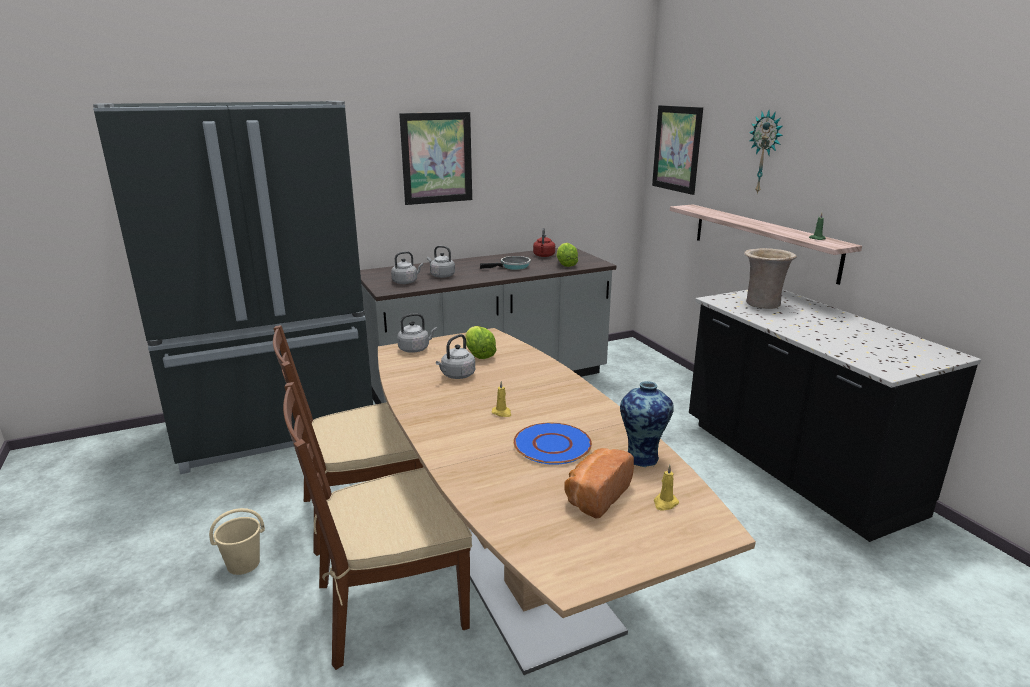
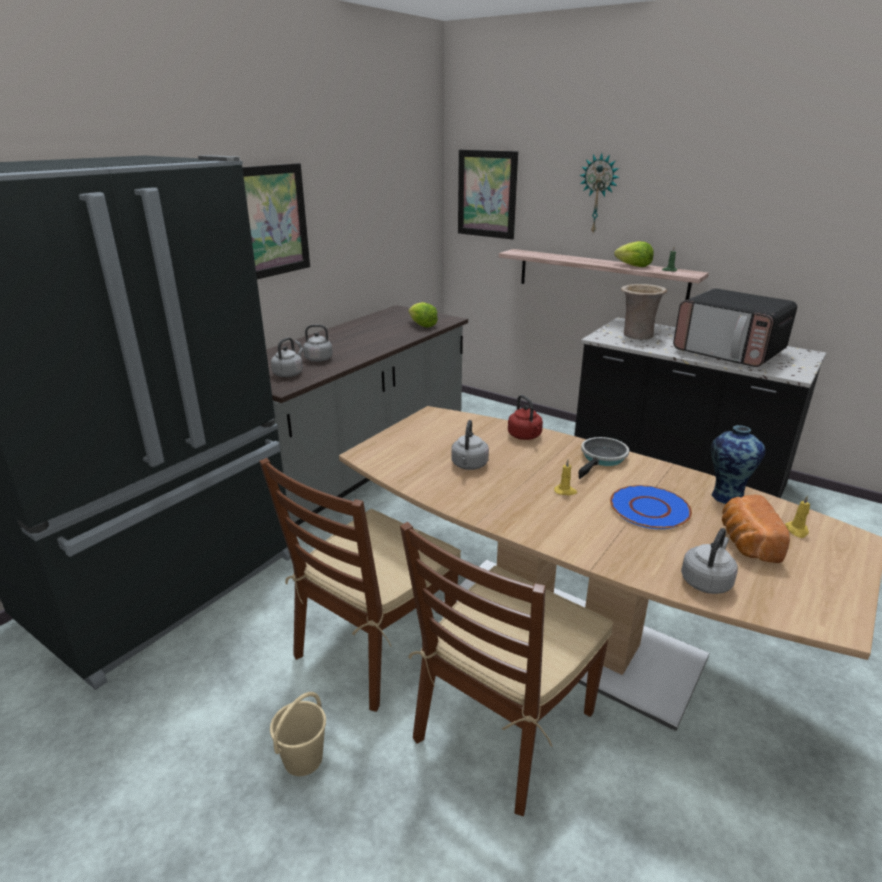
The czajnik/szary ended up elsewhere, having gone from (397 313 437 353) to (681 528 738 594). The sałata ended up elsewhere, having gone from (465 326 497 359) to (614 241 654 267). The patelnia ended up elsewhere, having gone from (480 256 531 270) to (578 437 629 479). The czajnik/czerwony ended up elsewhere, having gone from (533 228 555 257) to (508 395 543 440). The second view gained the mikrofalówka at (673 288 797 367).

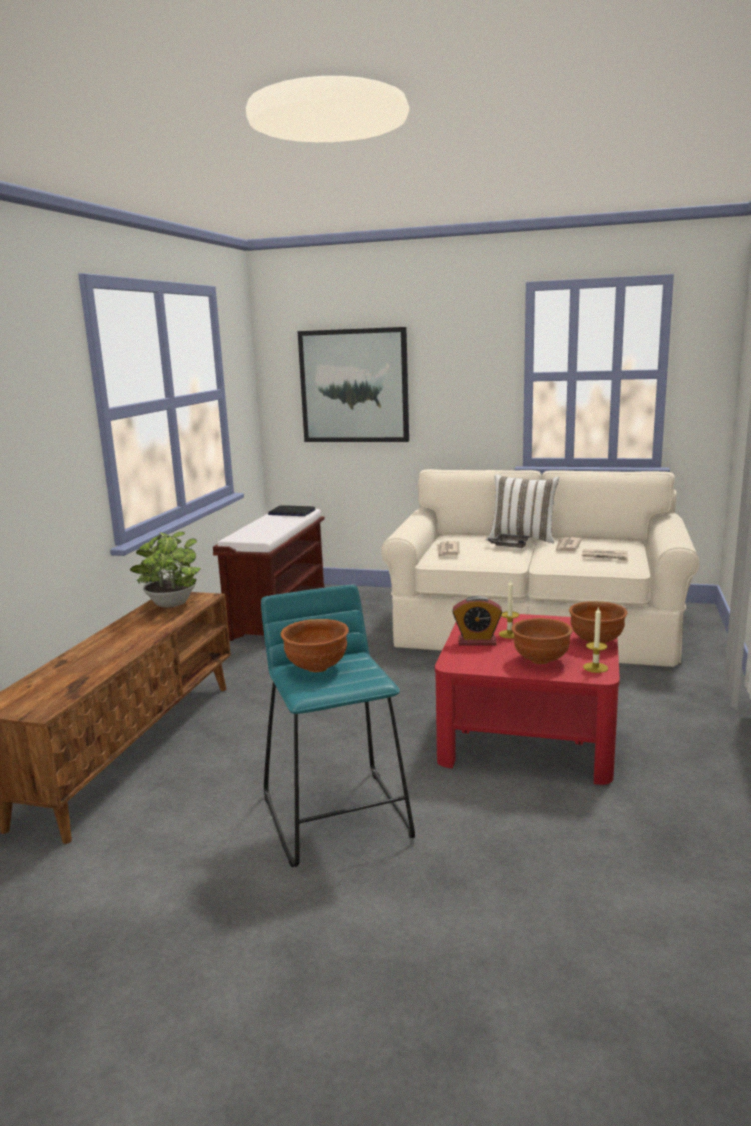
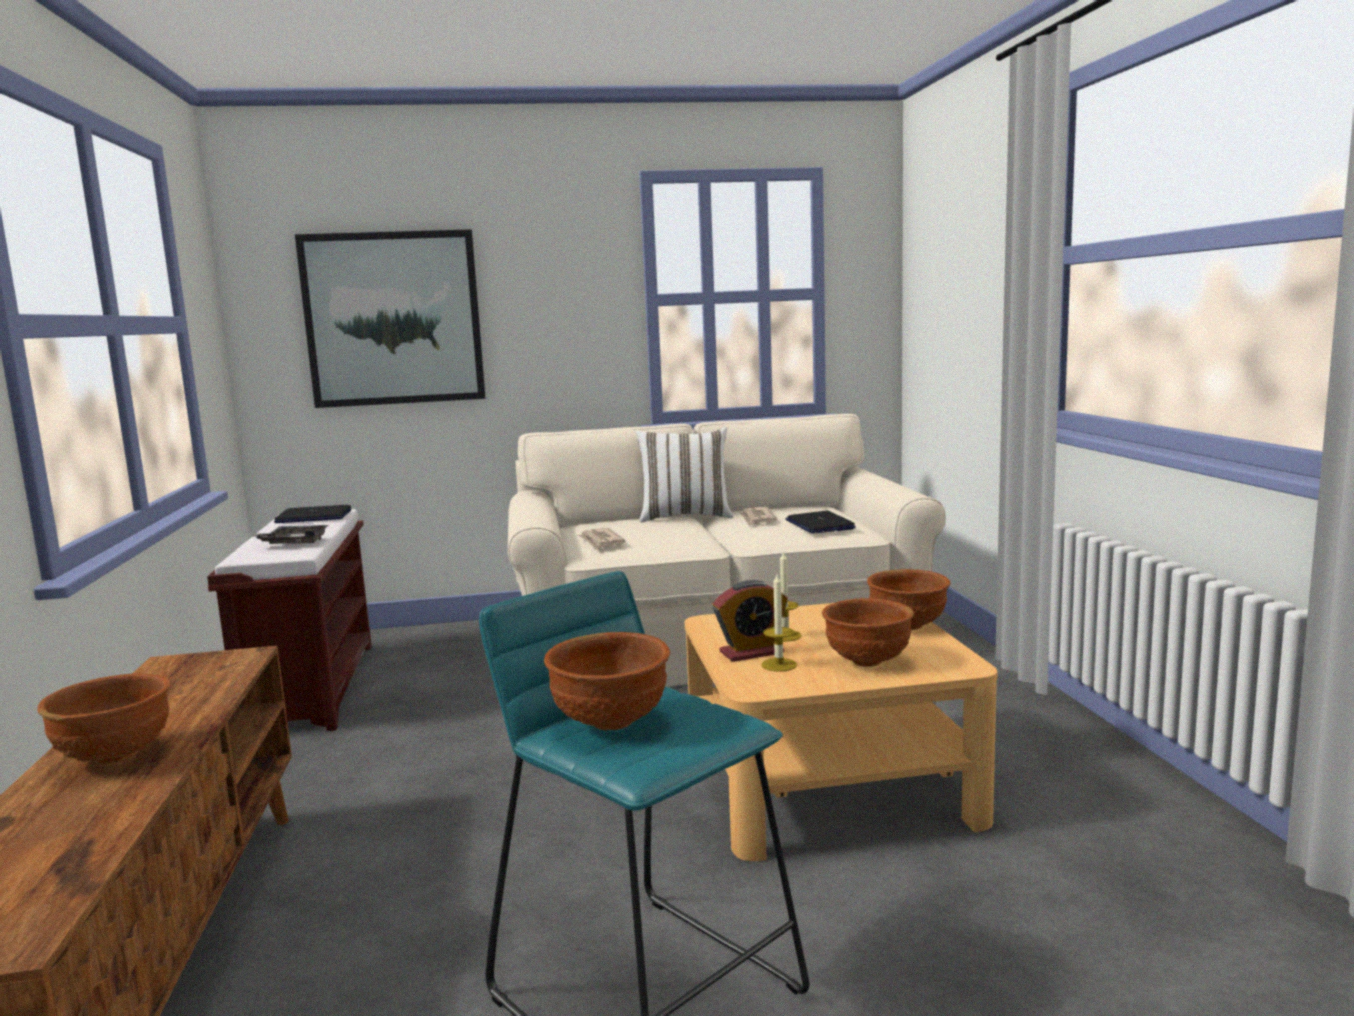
The second view lost the roślina doniczkowa at (130 532 201 607). What was the ława/czerwony at (435 614 620 785) turned into the ława/beżowy at (685 603 997 861). The taca/szary ended up elsewhere, having gone from (485 533 530 548) to (251 525 329 544). Where the gazeta stood at (582 549 628 561), the laptop came to stand at (785 511 856 534). The świeca ended up elsewhere, having gone from (583 606 608 673) to (762 574 797 672). The second view gained the miska/brązowy at (37 673 171 764).

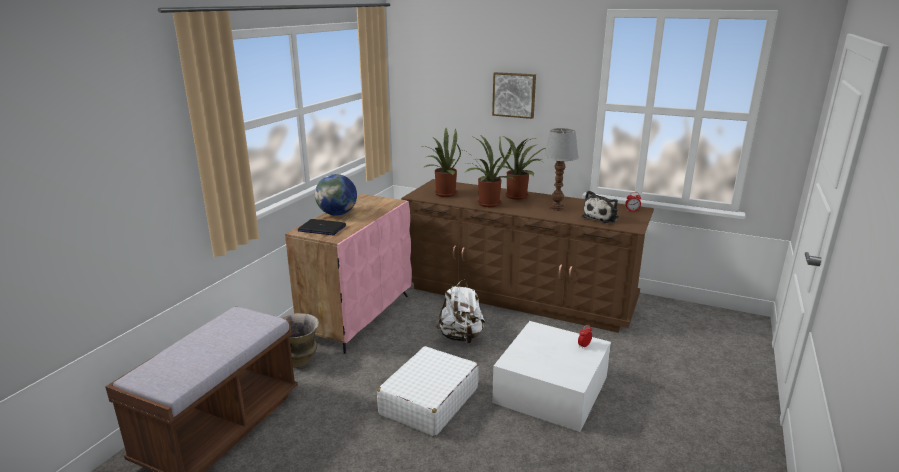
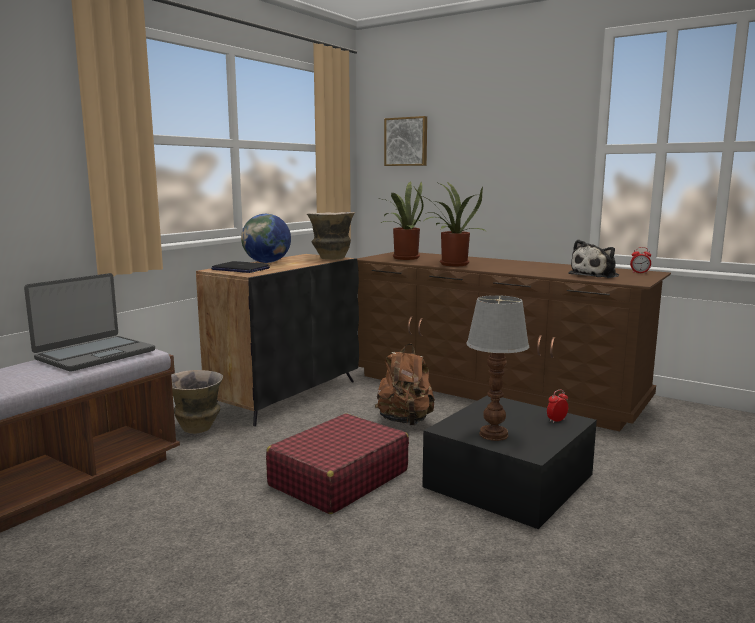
What was the szafka/różowy at (285 194 412 354) turned into the szafka/czarny at (196 254 359 426). What was the walizka/biały at (377 346 479 437) turned into the walizka/czerwony at (266 414 409 514). What was the plecak/biały at (436 279 485 343) turned into the plecak/brązowy at (375 343 435 426). The obraz ended up elsewhere, having gone from (492 72 536 119) to (384 116 427 166). What was the pojemnik do przechowywania/biały at (492 321 611 432) turned into the pojemnik do przechowywania/czarny at (422 395 597 529). The second view lost the roślina doniczkowa at (497 136 545 200). The lampa stołowa ended up elsewhere, having gone from (543 128 579 211) to (466 295 530 441). The second view gained the laptop at (24 273 155 372). The second view gained the wazon at (307 212 355 260).

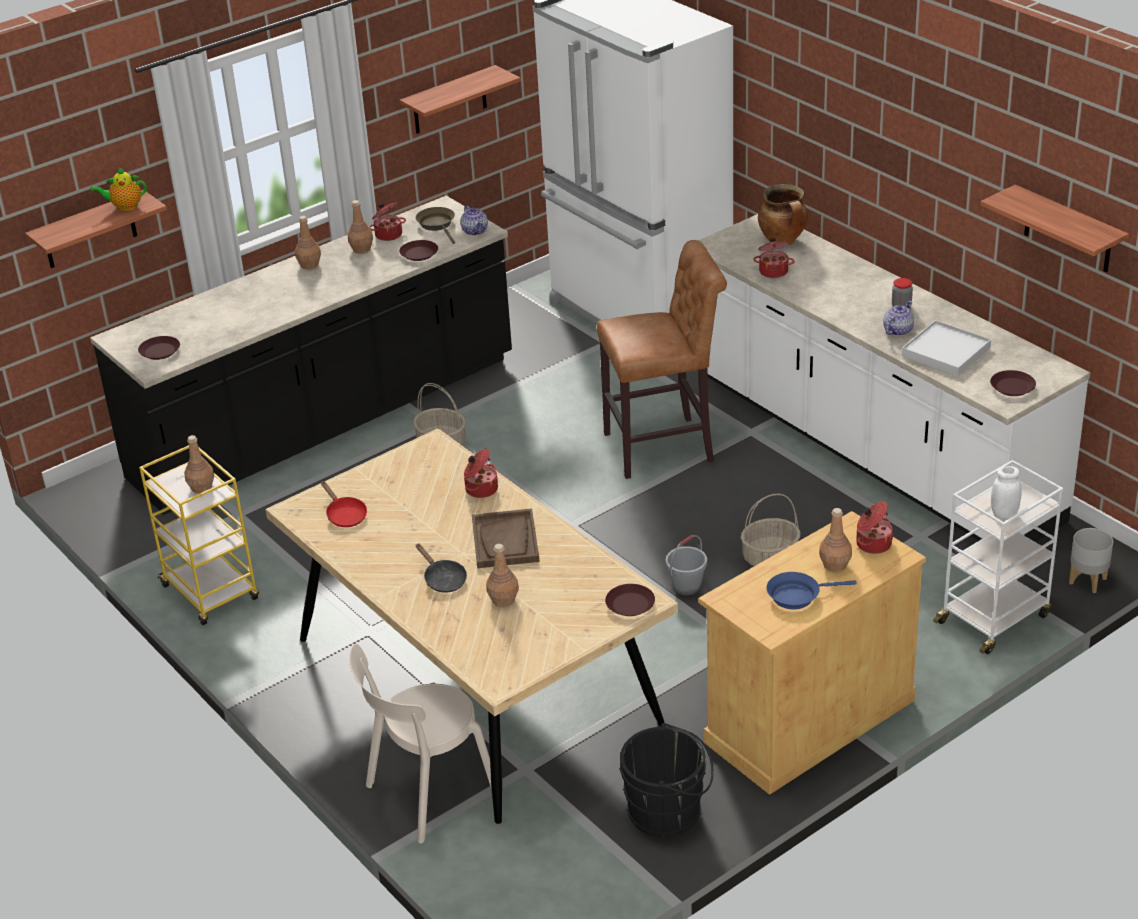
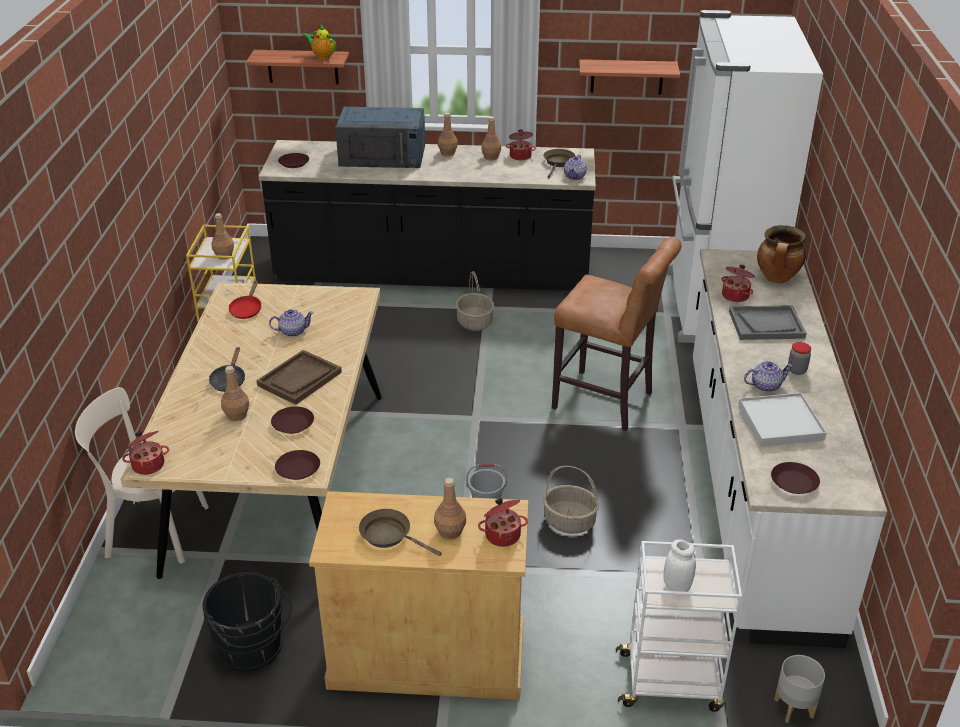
The talerz/brązowy ended up elsewhere, having gone from (399 240 438 261) to (271 406 314 434). The garnek ended up elsewhere, having gone from (464 448 498 498) to (122 431 169 475). What was the patelnia/niebieski at (766 572 857 609) turned into the patelnia/brązowy at (359 509 442 556). The second view lost the półka at (980 184 1129 272). The second view gained the imbryk at (269 309 314 337). The second view gained the mikrofalówka/niebieski at (335 107 425 168). The second view gained the taca/szary at (729 305 807 340).

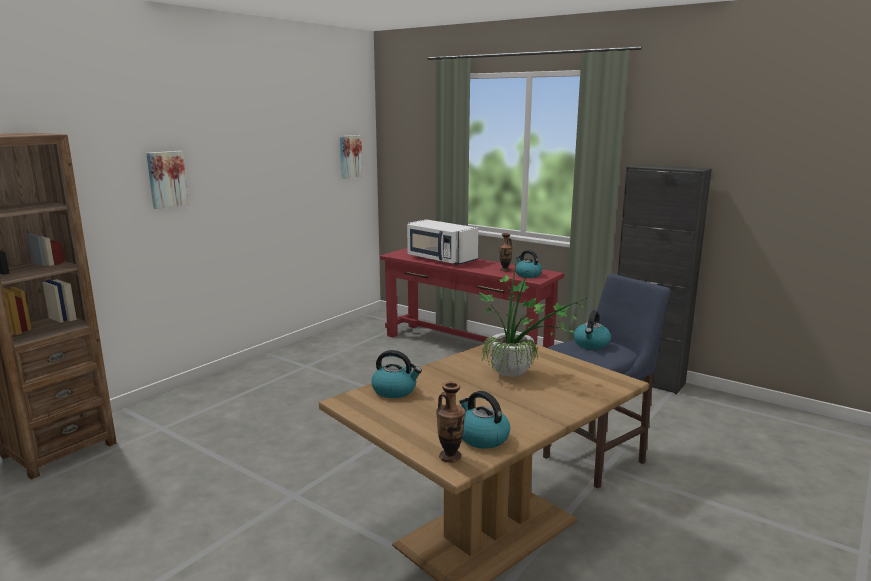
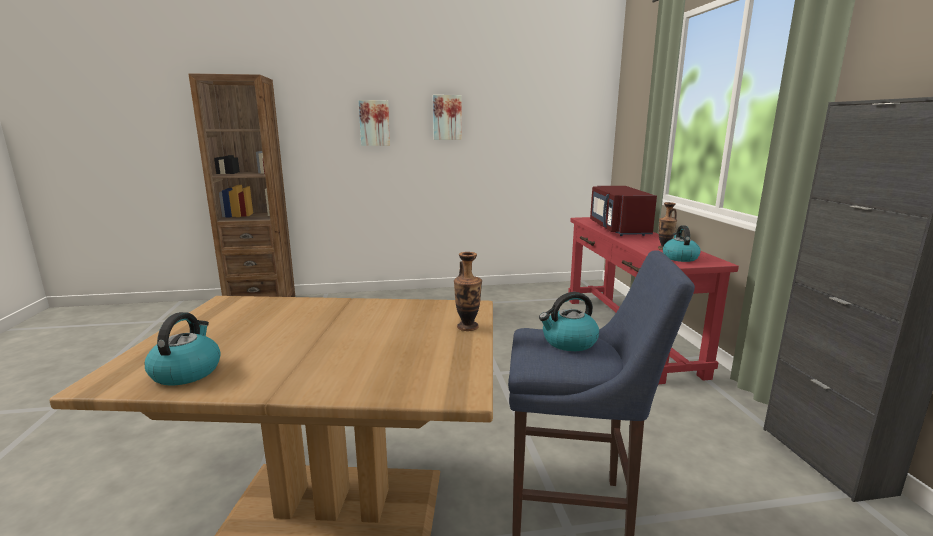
The obraz ended up elsewhere, having gone from (340 135 363 179) to (433 95 462 140). The second view lost the czajnik at (372 350 422 398). What was the mikrofalówka/biały at (407 219 478 265) turned into the mikrofalówka/czerwony at (590 186 657 236). The wazon ended up elsewhere, having gone from (436 382 465 463) to (454 252 482 331). The second view lost the roślina doniczkowa at (479 259 587 377).

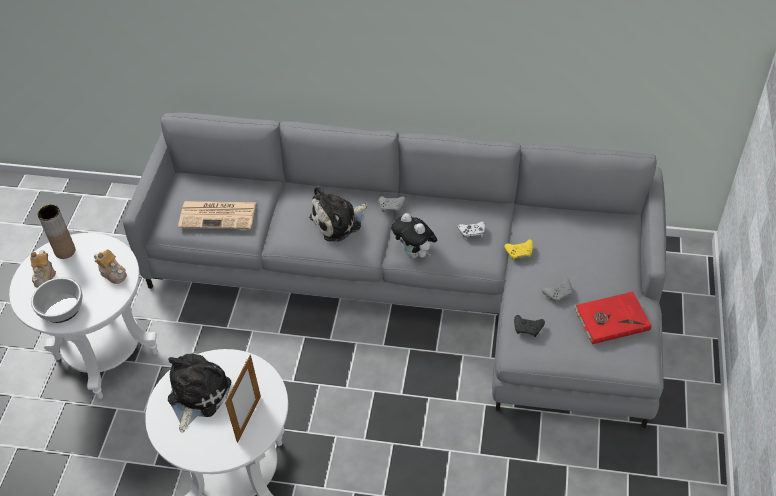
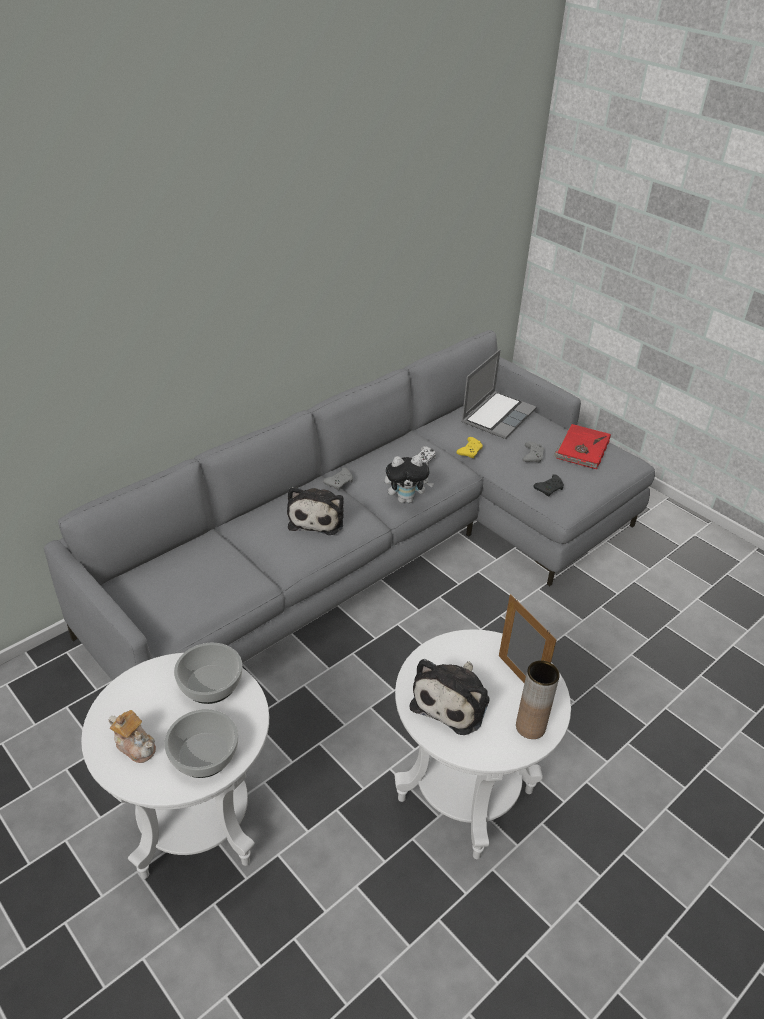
The wazon/brązowy ended up elsewhere, having gone from (38 204 76 259) to (516 660 560 739). Where the imbryk stood at (94 249 127 284), the miska came to stand at (174 643 243 704). The pluszak at (168 353 232 433) ended up facing another way, 120 degrees counterclockwise from before. The second view lost the gazeta at (178 201 256 229). The second view gained the laptop at (461 349 537 439).

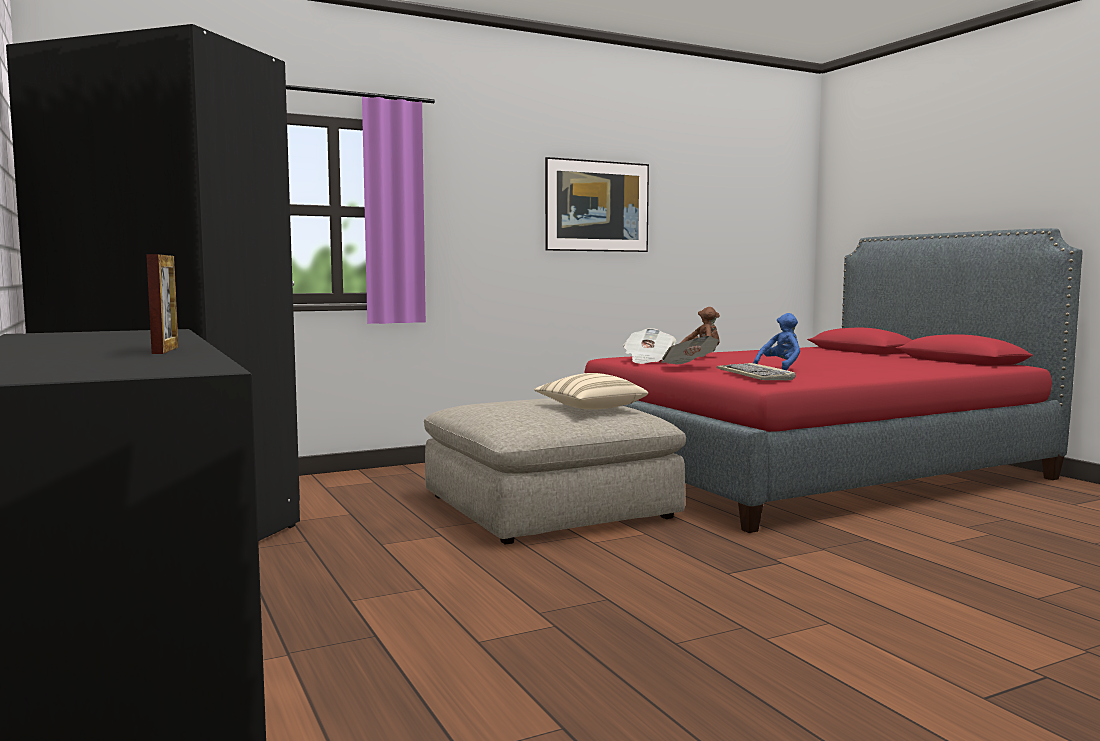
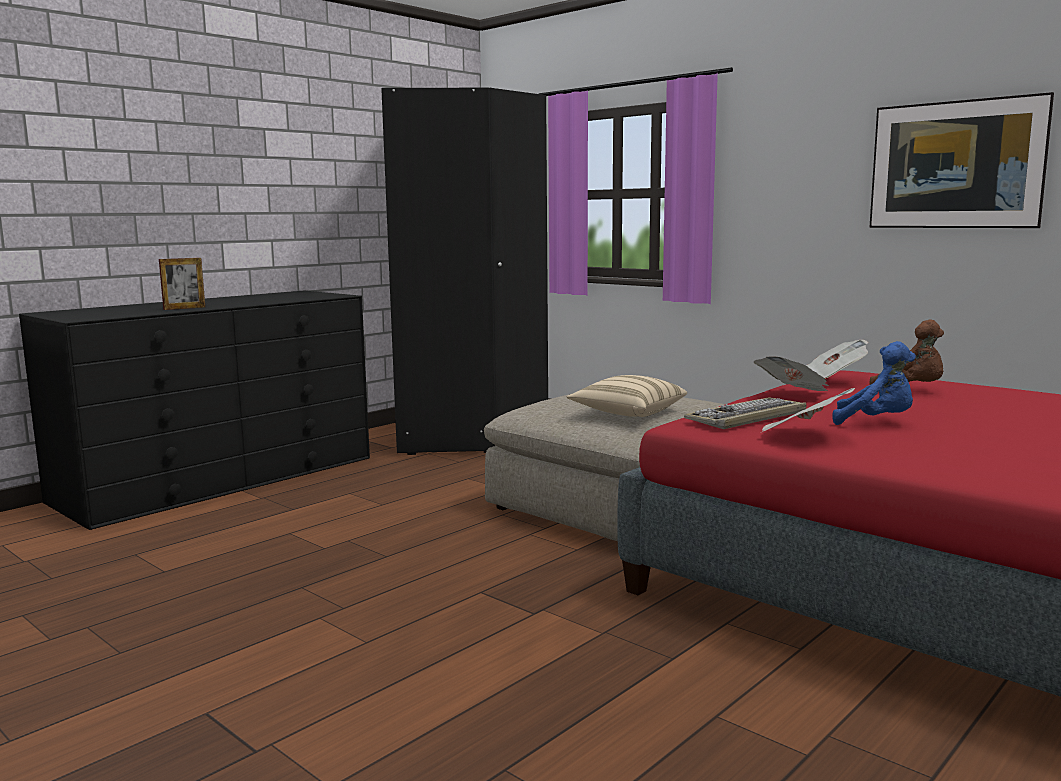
The second view gained the gazeta at (762 388 855 432).

